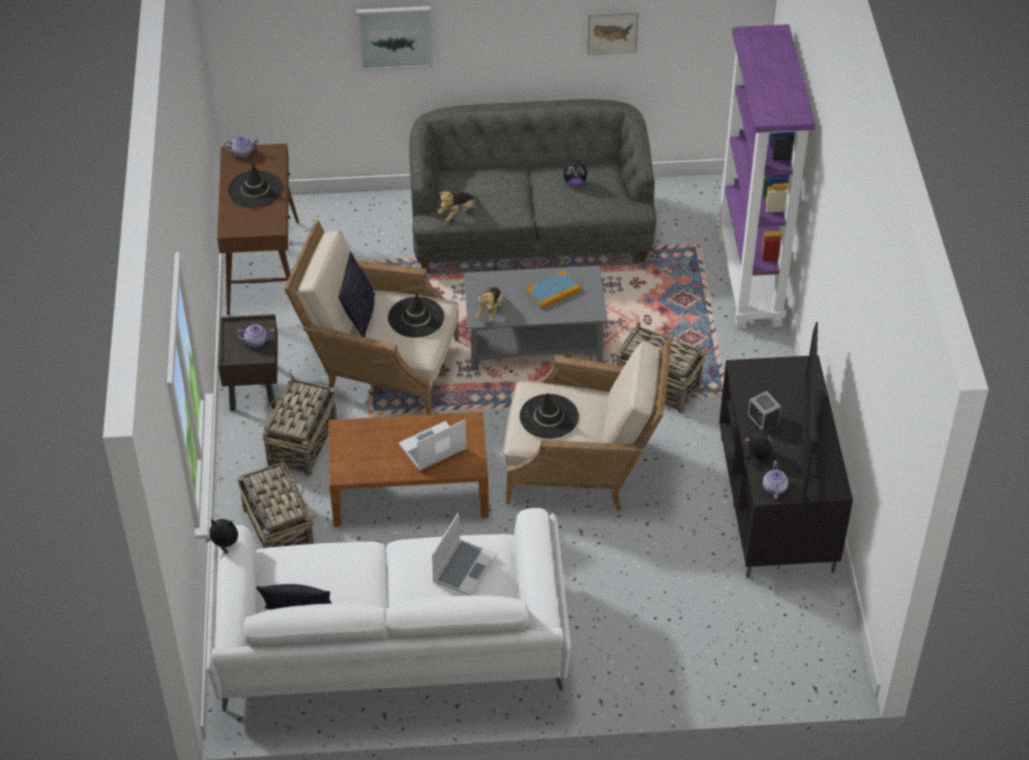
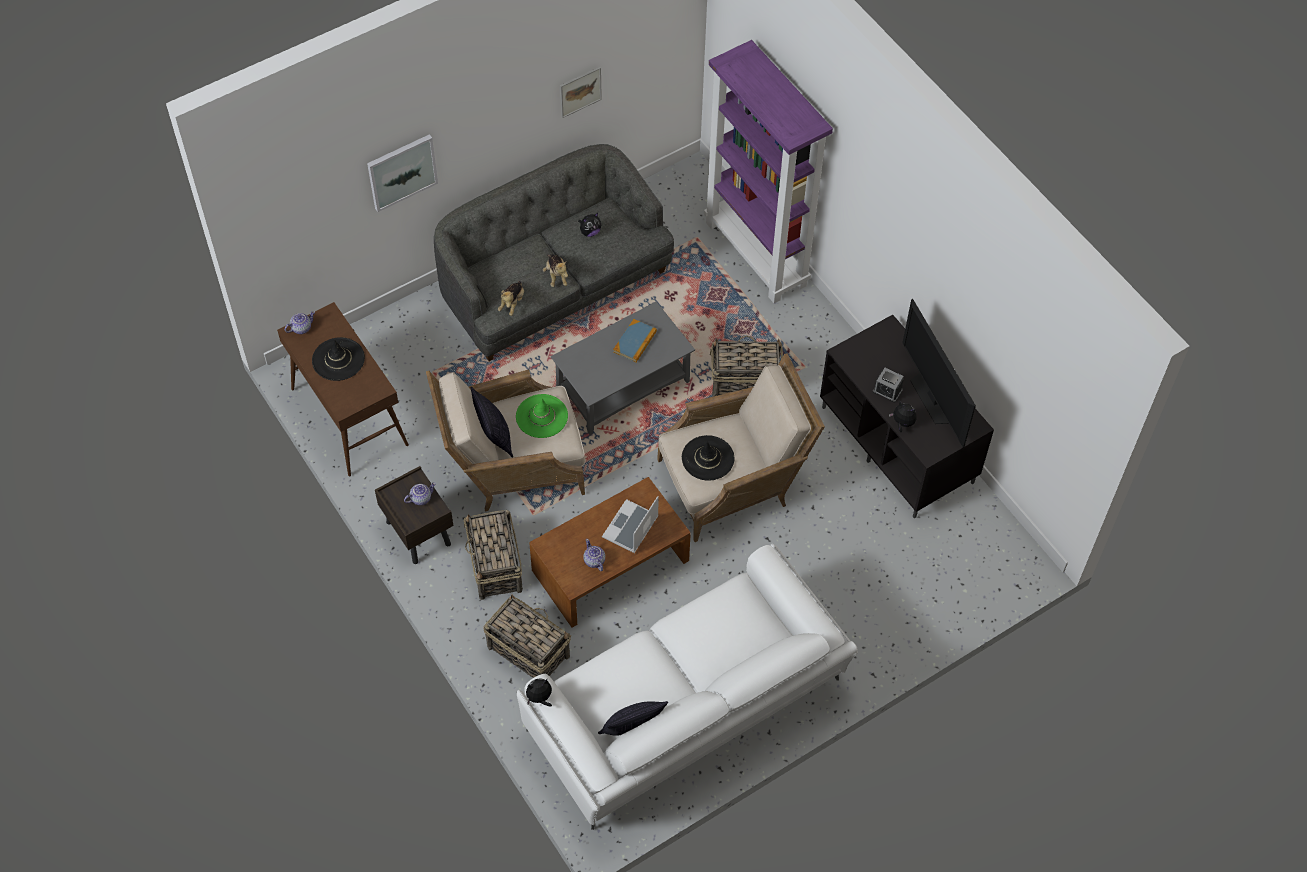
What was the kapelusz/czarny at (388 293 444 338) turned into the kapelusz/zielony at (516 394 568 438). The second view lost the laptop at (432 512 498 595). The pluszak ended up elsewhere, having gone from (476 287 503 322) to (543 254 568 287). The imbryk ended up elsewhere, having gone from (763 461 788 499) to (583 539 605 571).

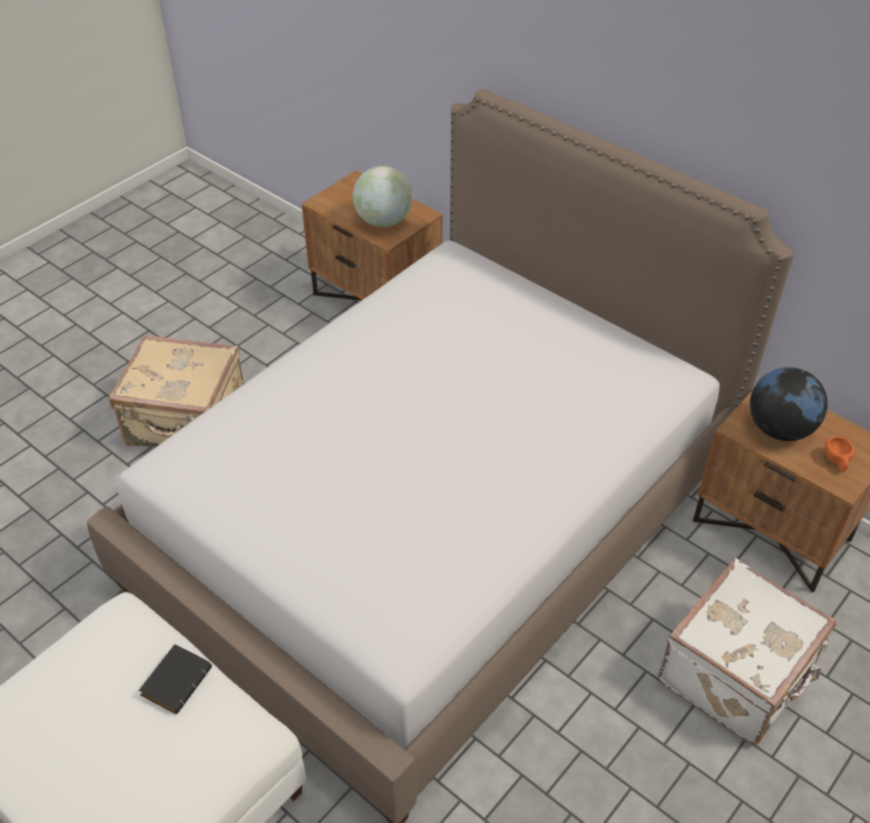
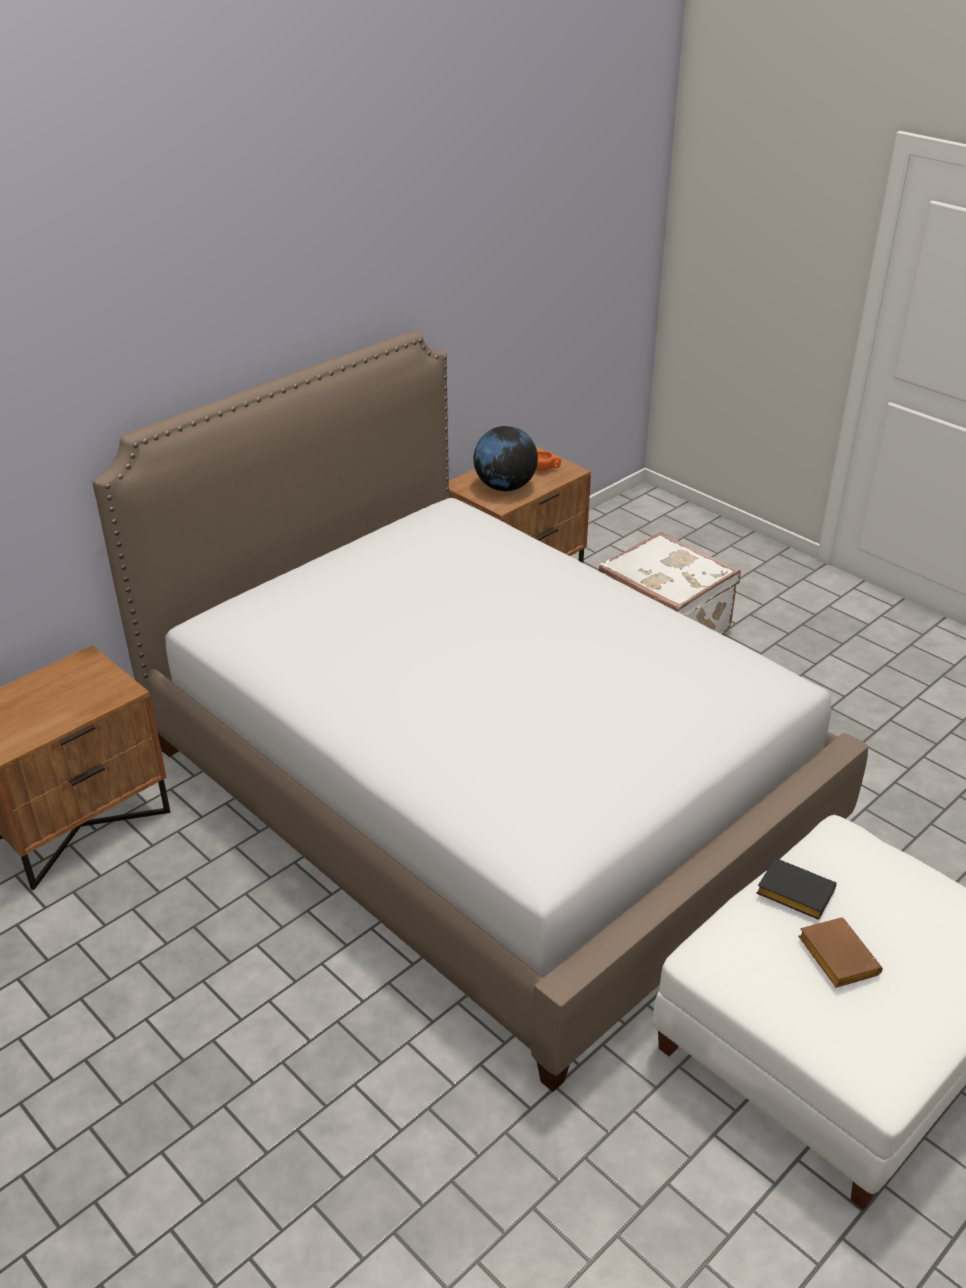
The second view lost the walizka/beżowy at (109 335 244 448). The second view lost the globus at (353 166 413 227). The second view gained the książka/brązowy at (798 917 883 988).

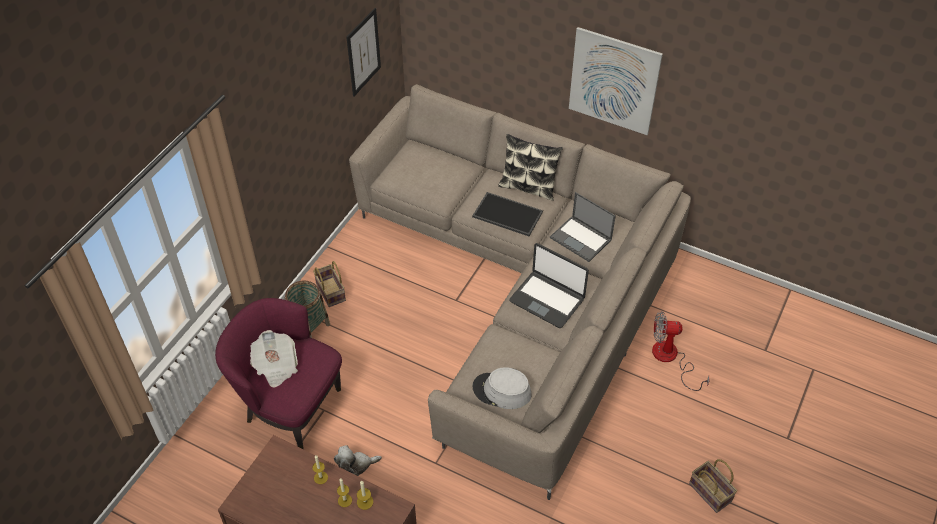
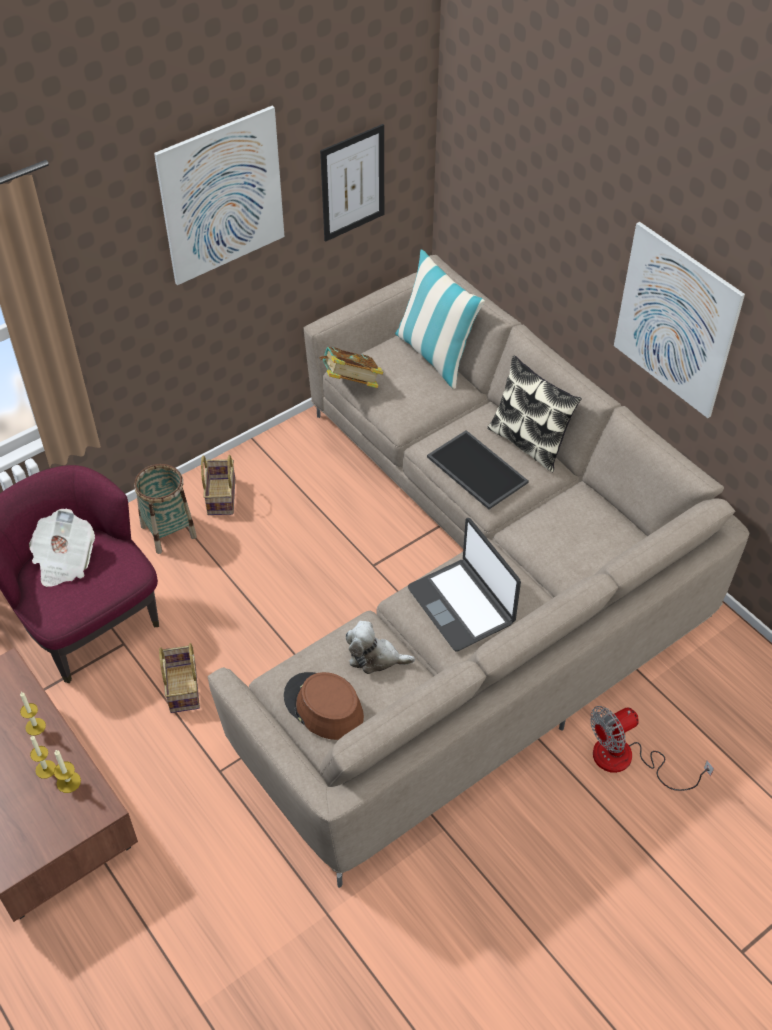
The pluszak ended up elsewhere, having gone from (334 445 382 476) to (346 621 415 674). What was the kapelusz/szary at (472 367 532 409) turned into the kapelusz/brązowy at (284 672 364 740). The second view lost the laptop at (550 192 616 262). The wentylator at (652 311 710 391) ended up facing another way, 60 degrees counterclockwise from before. The koszyk ended up elsewhere, having gone from (689 459 737 513) to (159 643 200 713). The second view gained the obraz at (154 106 285 285). The second view gained the książka at (319 347 383 388). The second view gained the poduszka at (395 249 485 389).

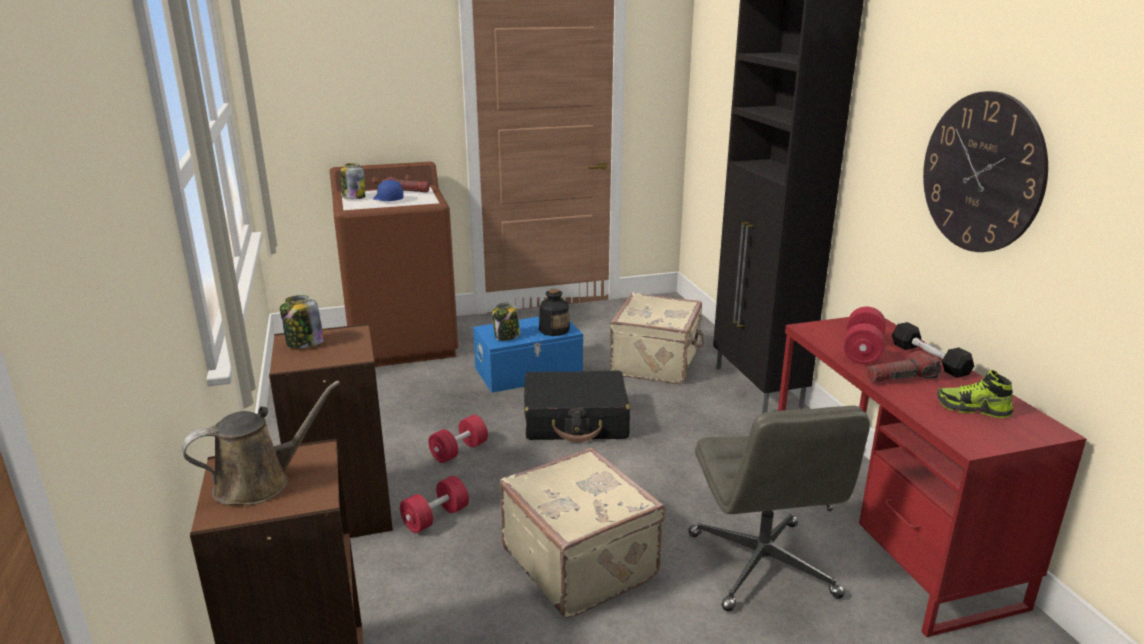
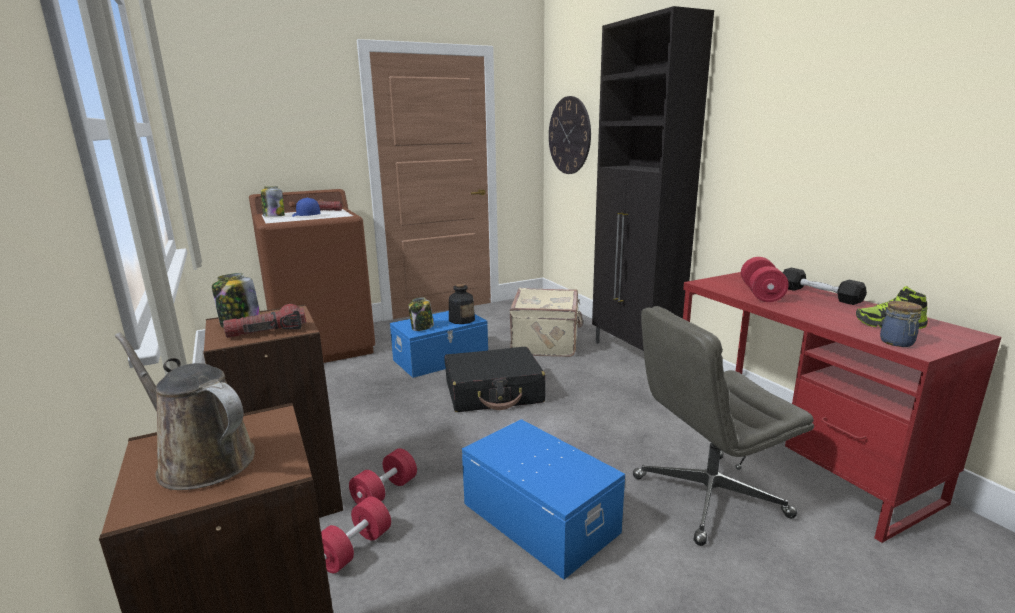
The konewka/brązowy at (182 381 340 505) ended up facing another way, 105 degrees counterclockwise from before. The hantel/czerwony ended up elsewhere, having gone from (428 415 488 463) to (321 496 391 573). Where the walizka/beżowy stood at (500 448 665 619), the pojemnik do przechowywania/niebieski came to stand at (462 419 625 580). The krzesło biurowe/szary at (688 405 870 612) ended up facing another way, 90 degrees clockwise from before. The latarka ended up elsewhere, having gone from (866 351 942 382) to (223 304 306 338). The zegar ścienny ended up elsewhere, having gone from (923 91 1048 252) to (549 96 591 174). The second view gained the słoik at (880 301 922 347).

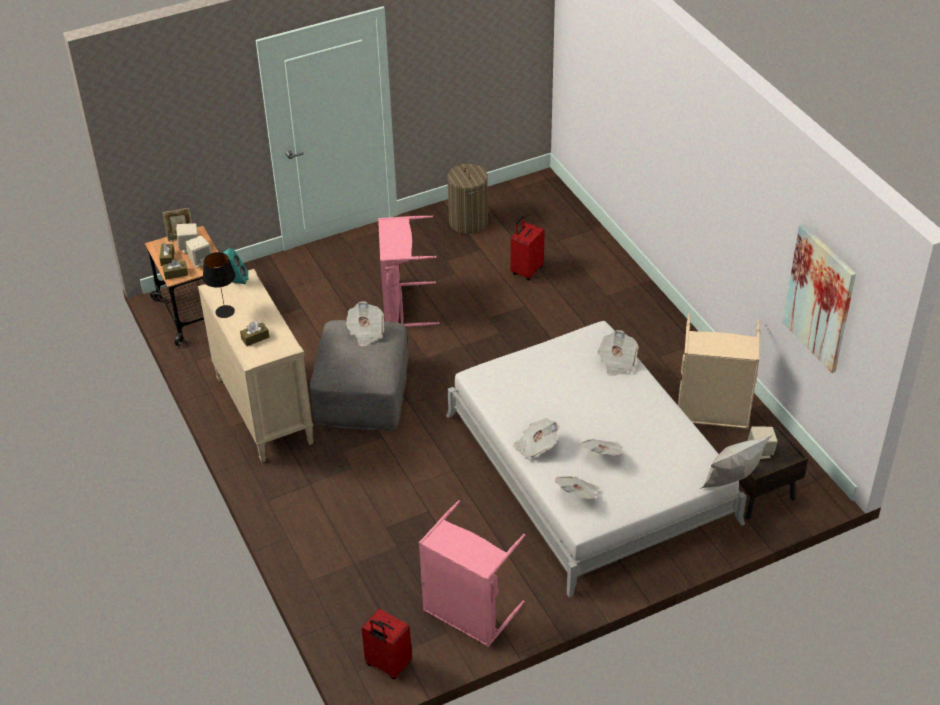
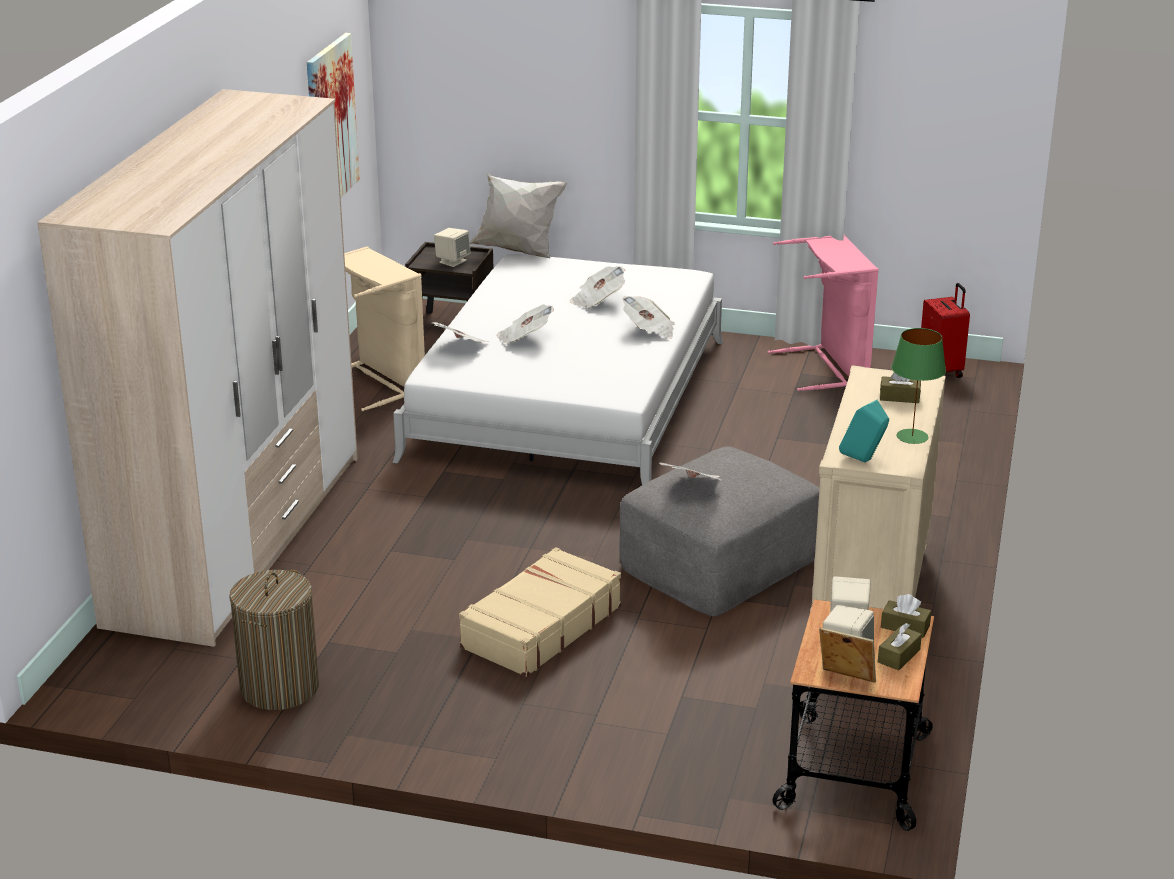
What was the lampa stołowa/czarny at (203 252 236 318) turned into the lampa stołowa/zielony at (891 328 946 444). Where the kosz na pranie/różowy stood at (378 215 439 327), the walizka/beżowy came to stand at (459 547 621 677). The second view lost the walizka/czerwony at (511 216 545 280). The gazeta ended up elsewhere, having gone from (555 476 600 499) to (496 304 554 345). The second view gained the szafa at (37 89 358 647).

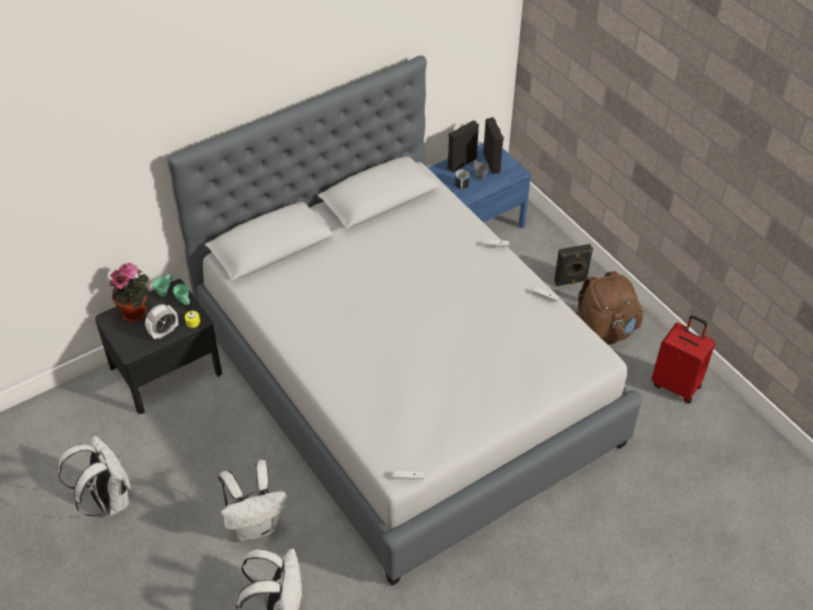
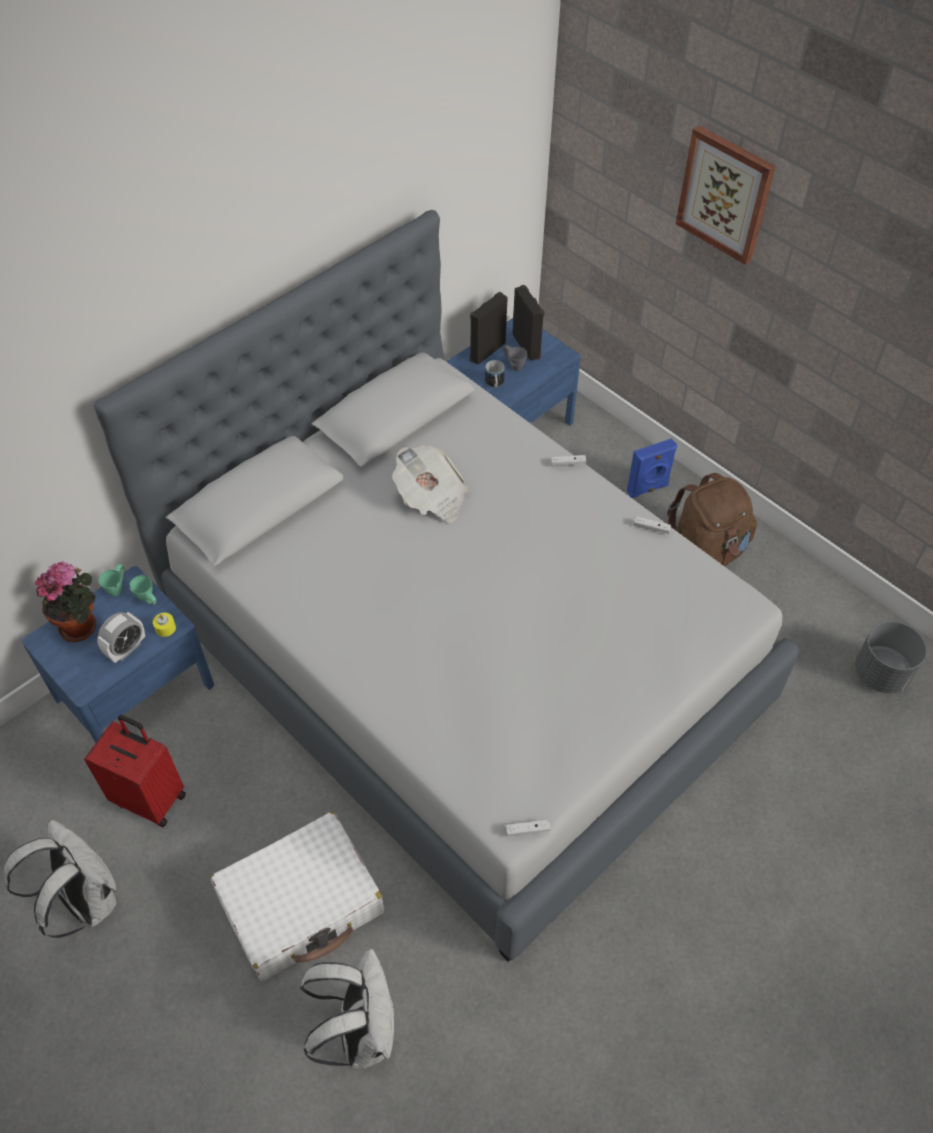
What was the szafka nocna/czarny at (95 279 222 414) turned into the szafka nocna/niebieski at (22 566 214 743). Where the plecak/biały stood at (218 460 287 541), the walizka/biały came to stand at (211 812 384 981). What was the głośnik/czarny at (554 244 593 286) turned into the głośnik/niebieski at (627 438 677 498). The walizka/czerwony ended up elsewhere, having gone from (652 315 715 404) to (84 715 186 827). The second view gained the gazeta at (392 445 469 523). The second view gained the obraz at (676 125 776 265). The second view gained the donica/szary at (855 621 927 693).

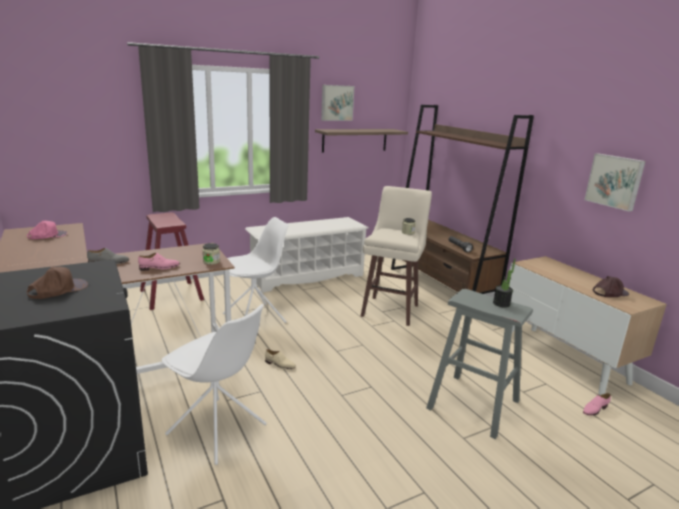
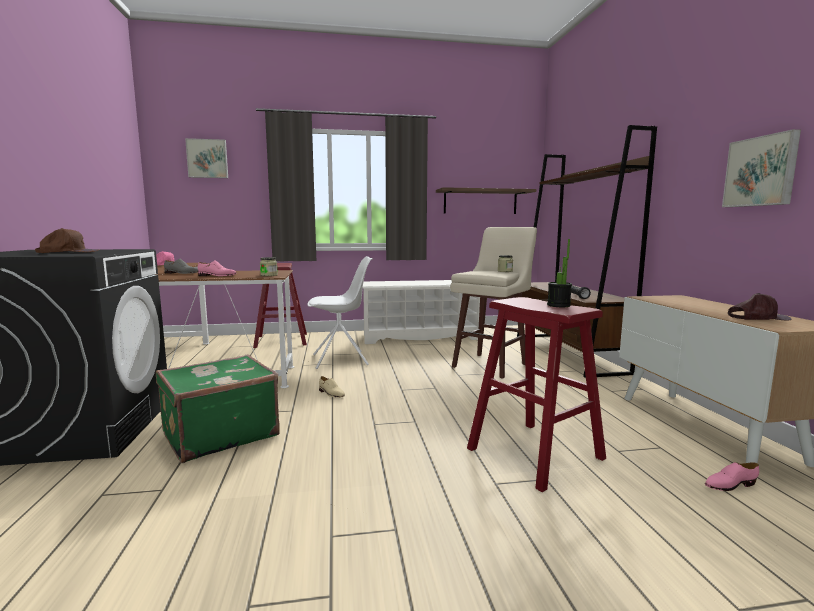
Where the krzesło/biały stood at (162 304 267 465), the walizka/zielony came to stand at (156 354 280 463). The obraz ended up elsewhere, having gone from (321 85 355 121) to (185 138 228 178). What was the stołek/szary at (426 289 533 439) turned into the stołek/czerwony at (467 297 606 492).

